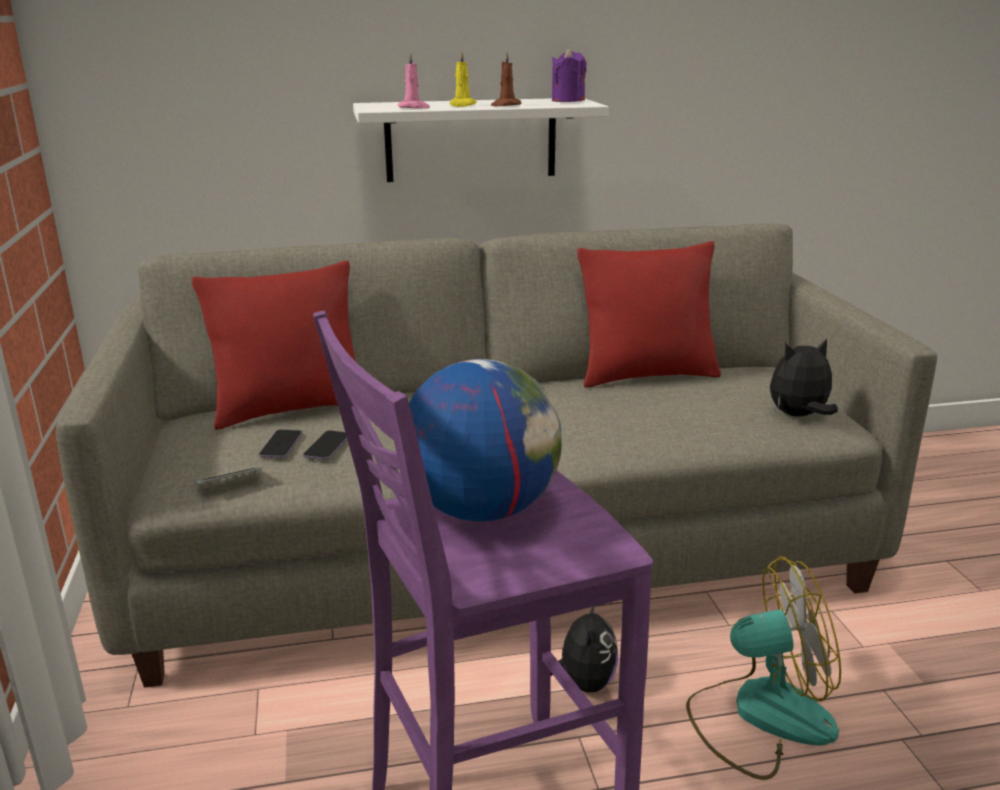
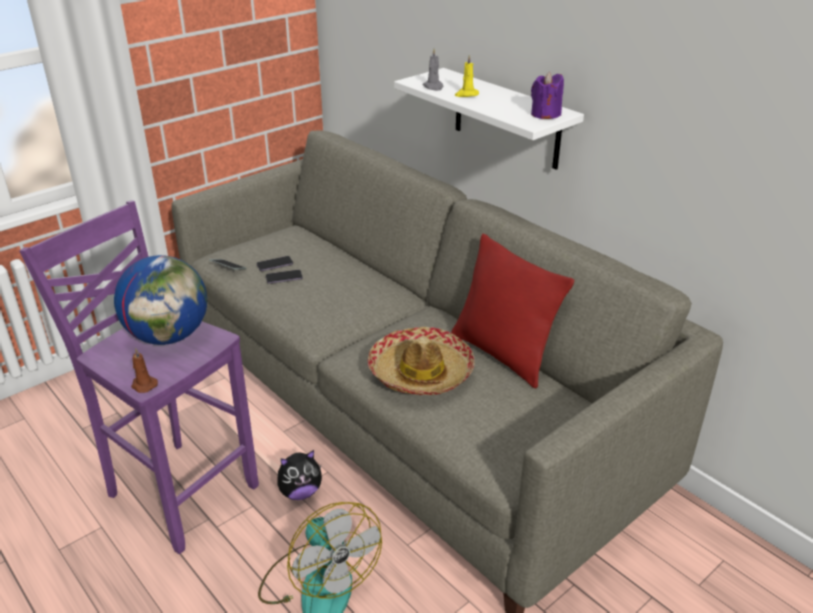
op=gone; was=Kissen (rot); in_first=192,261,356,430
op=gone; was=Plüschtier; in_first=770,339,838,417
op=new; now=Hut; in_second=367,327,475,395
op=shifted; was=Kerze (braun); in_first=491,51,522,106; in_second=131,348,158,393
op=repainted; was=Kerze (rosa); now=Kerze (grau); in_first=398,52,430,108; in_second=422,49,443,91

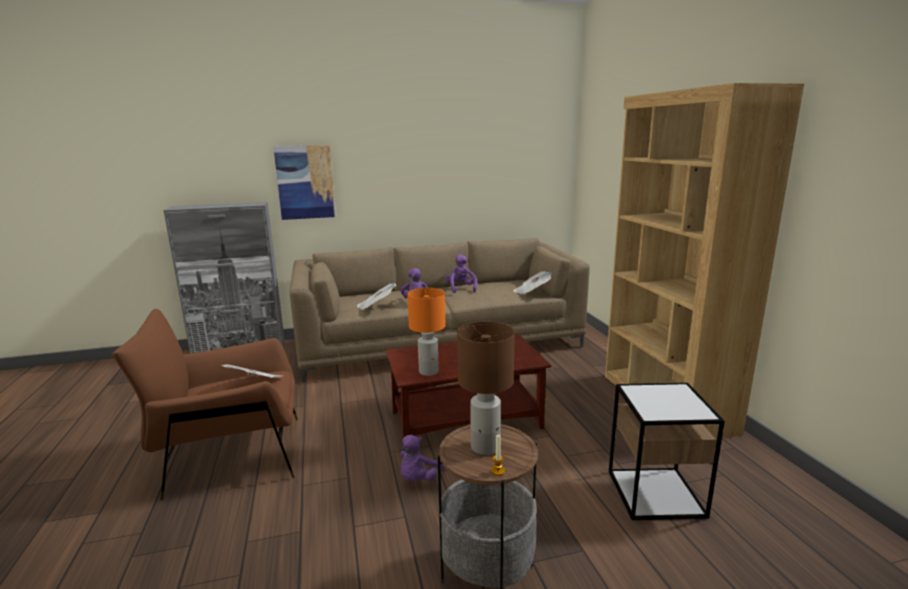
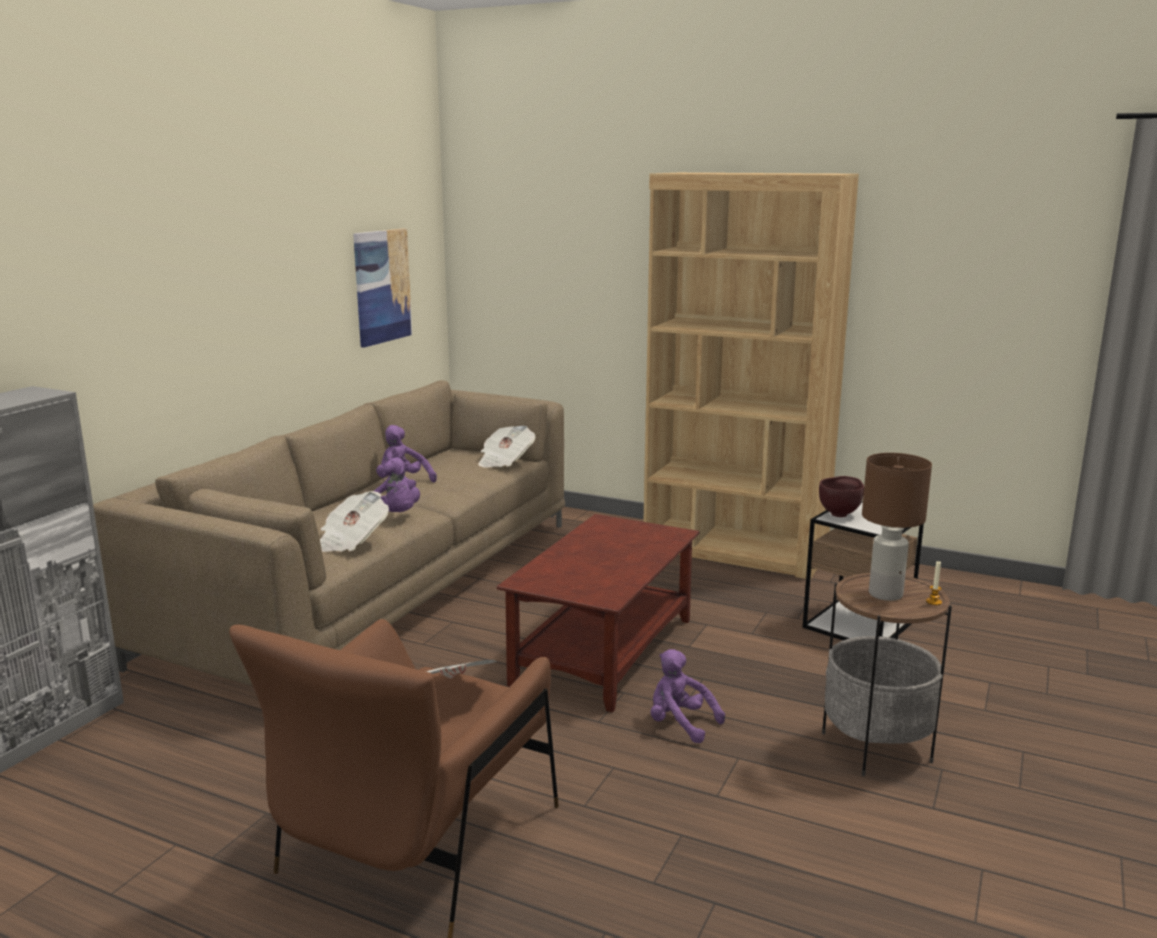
op=gone; was=Tischlampe (orange); in_first=407,288,446,376
op=new; now=Schüssel (braun); in_second=819,476,864,517
op=shifted; was=Bild; in_first=273,145,336,220; in_second=353,228,412,348
op=rotated; was=Plüschtier (lila); in_first=401,434,445,481; in_second=650,649,725,743; clockwise=150

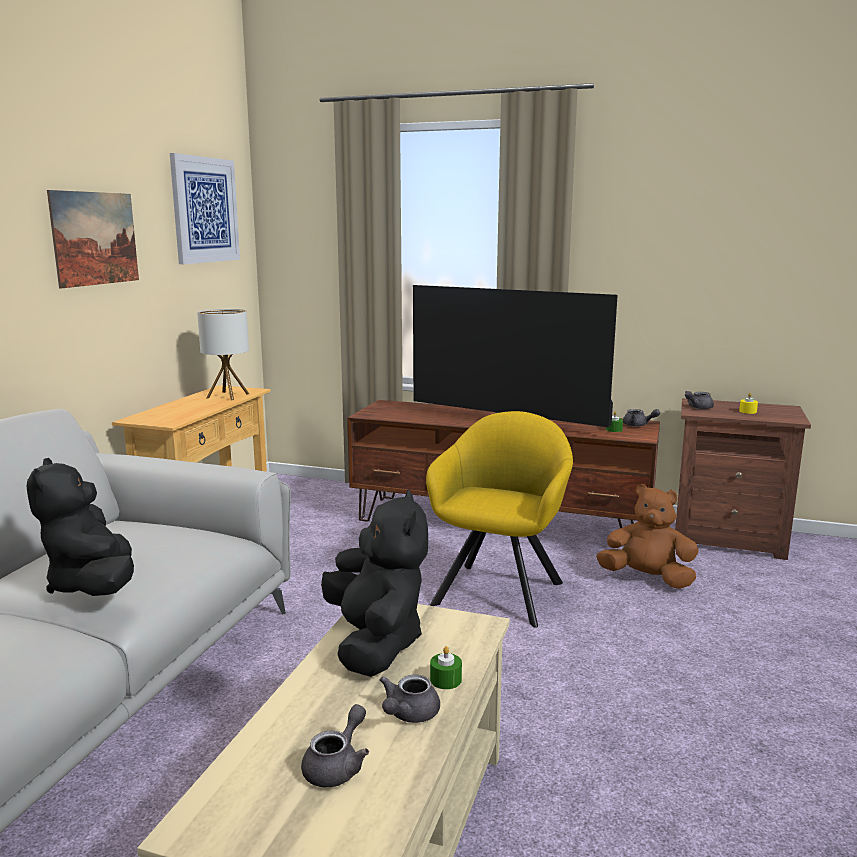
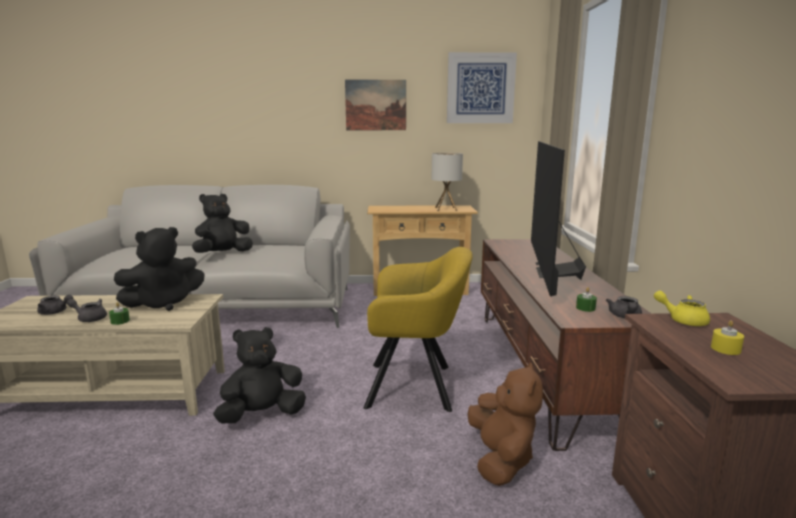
op=new; now=Plüschtier (schwarz); in_second=213,327,306,423
op=repainted; was=Teekanne (grau); now=Teekanne (gelb); in_first=685,391,714,409; in_second=654,291,710,326

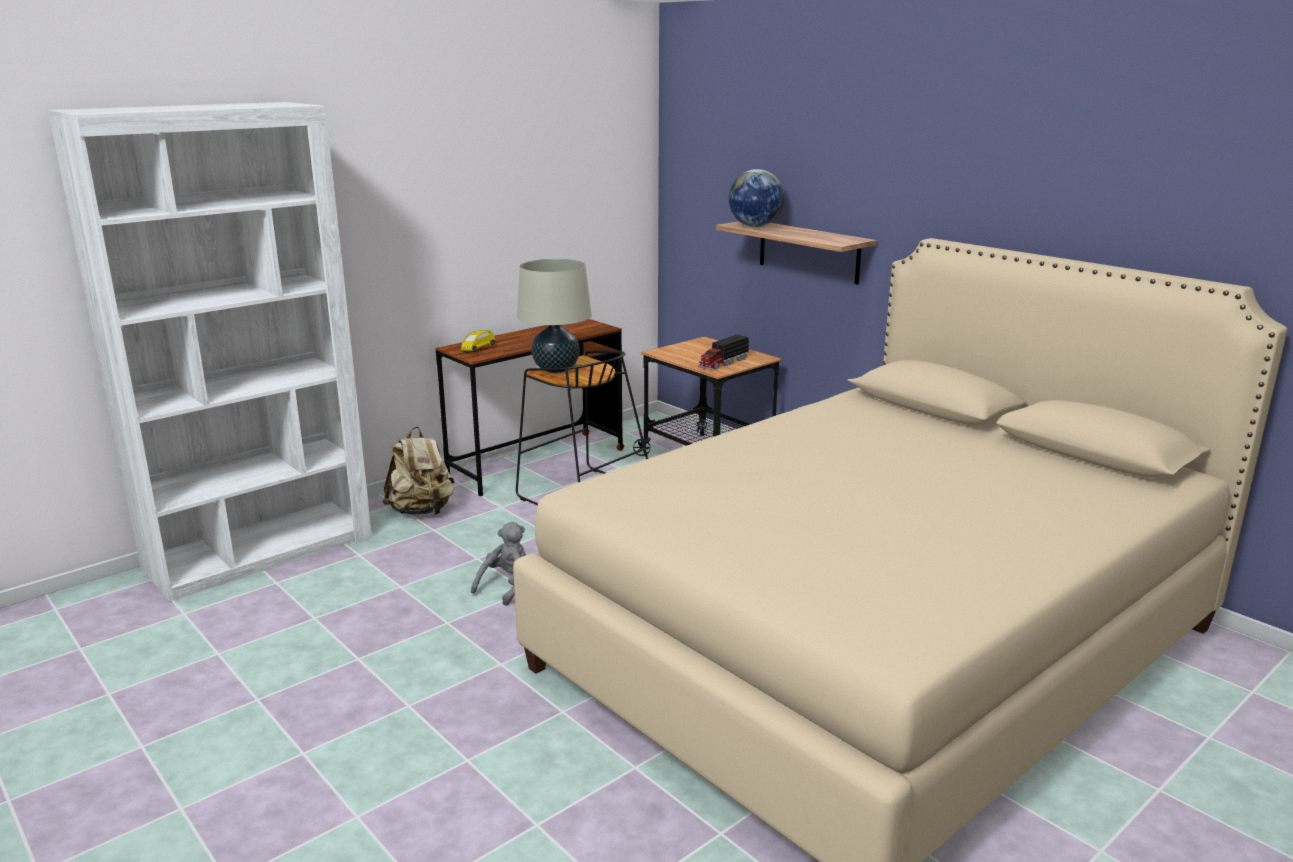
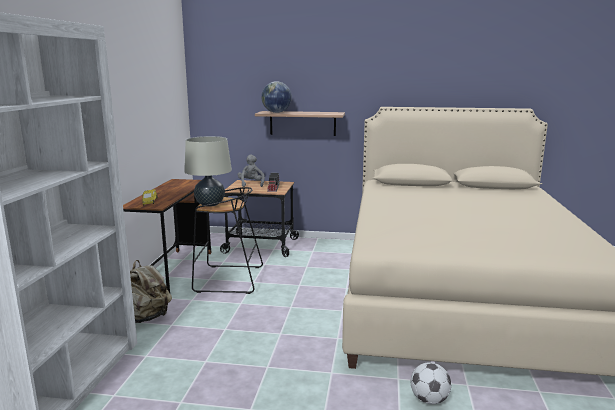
op=new; now=Fußball; in_second=411,362,451,404
op=shifted; was=Plüschtier (grau); in_first=471,521,526,606; in_second=238,154,265,187

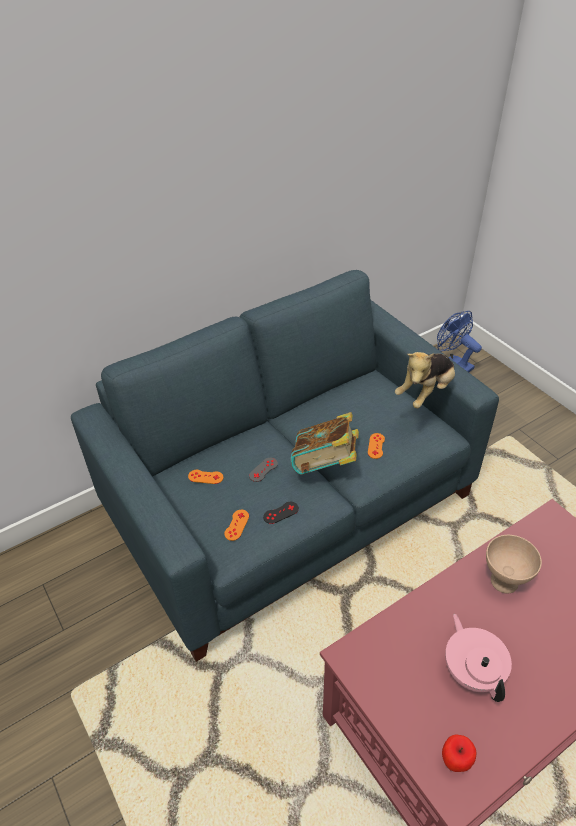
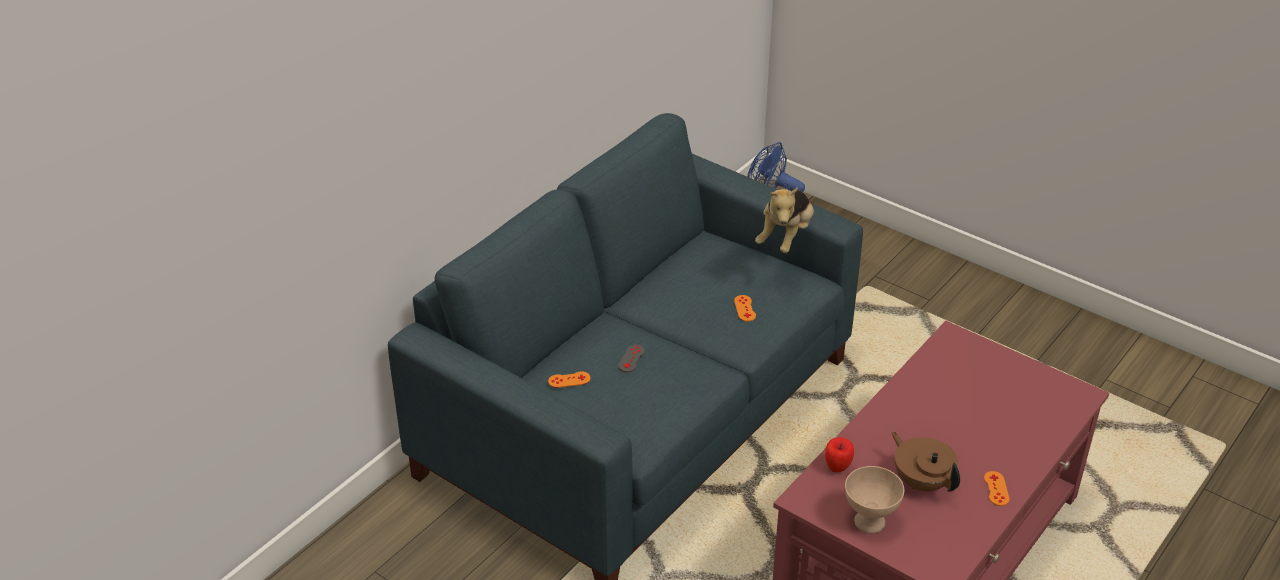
op=gone; was=Gamepad (schwarz); in_first=263,502,299,524
op=gone; was=Buch; in_first=290,412,359,475
op=shifted; was=Gamepad (orange); in_first=224,510,249,541; in_second=984,471,1010,506
op=shifted; was=Apfel; in_first=442,734,477,772; in_second=825,437,854,472
op=shifted; was=Schüssel (beige); in_first=486,535,542,594; in_second=845,466,904,534
op=repainted; was=Teekanne (rosa); now=Teekanne (braun); in_first=445,614,512,702; in_second=891,431,960,492

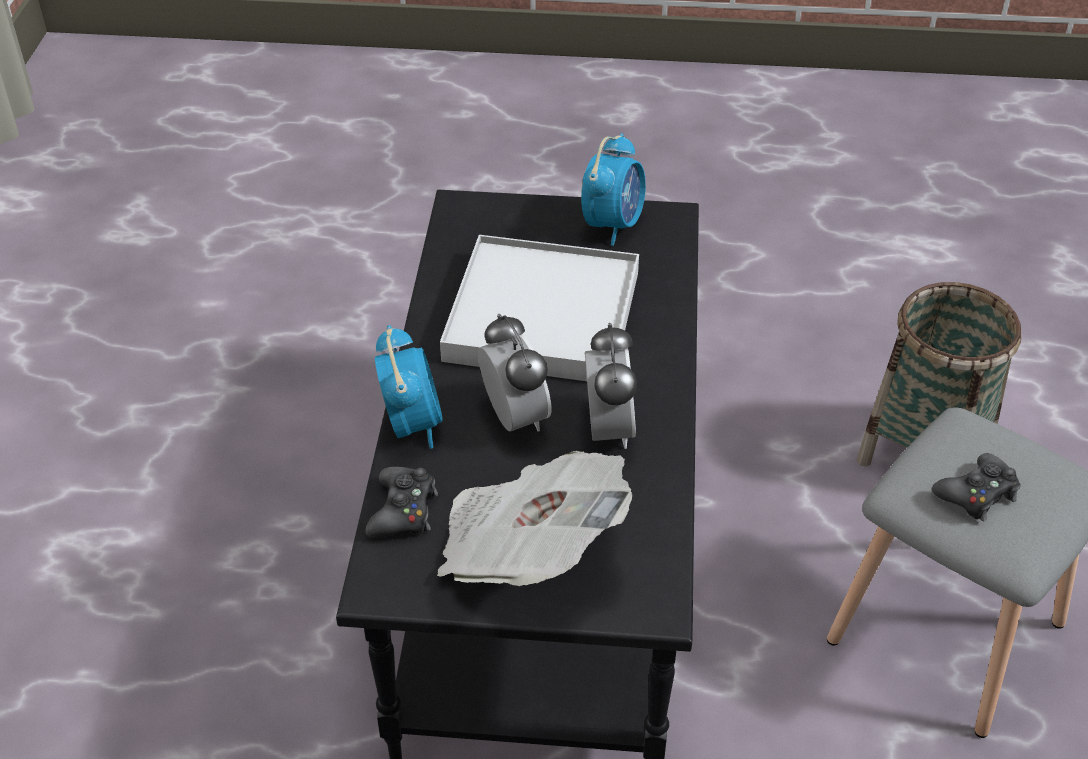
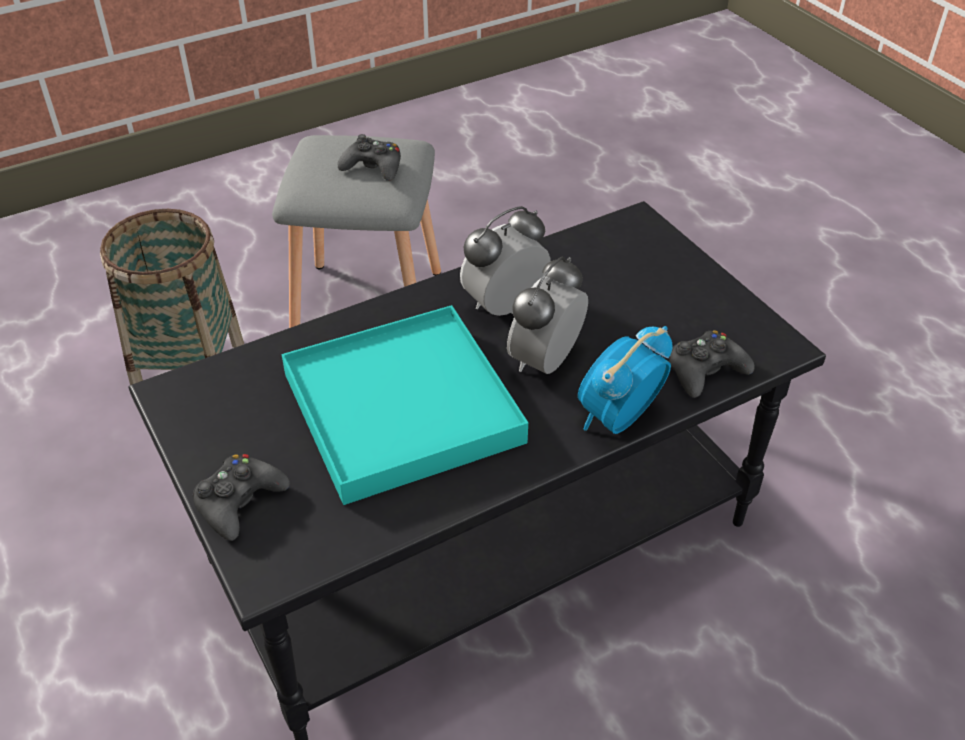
op=gone; was=Zeitung; in_first=437,451,632,586
op=gone; was=Wecker; in_first=581,133,646,246
op=new; now=Gamepad (schwarz); in_second=193,454,290,541
op=repainted; was=Tablett (weiß); now=Tablett (türkis); in_first=440,235,639,381; in_second=282,305,528,505

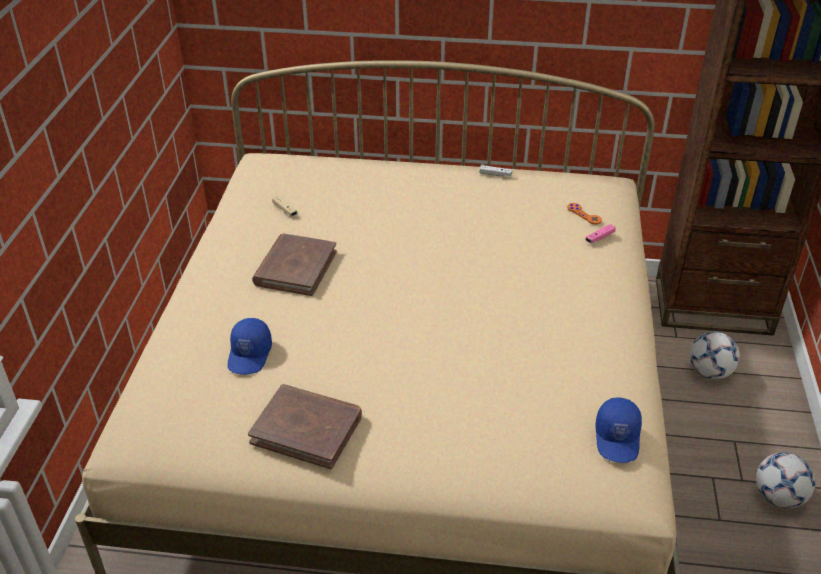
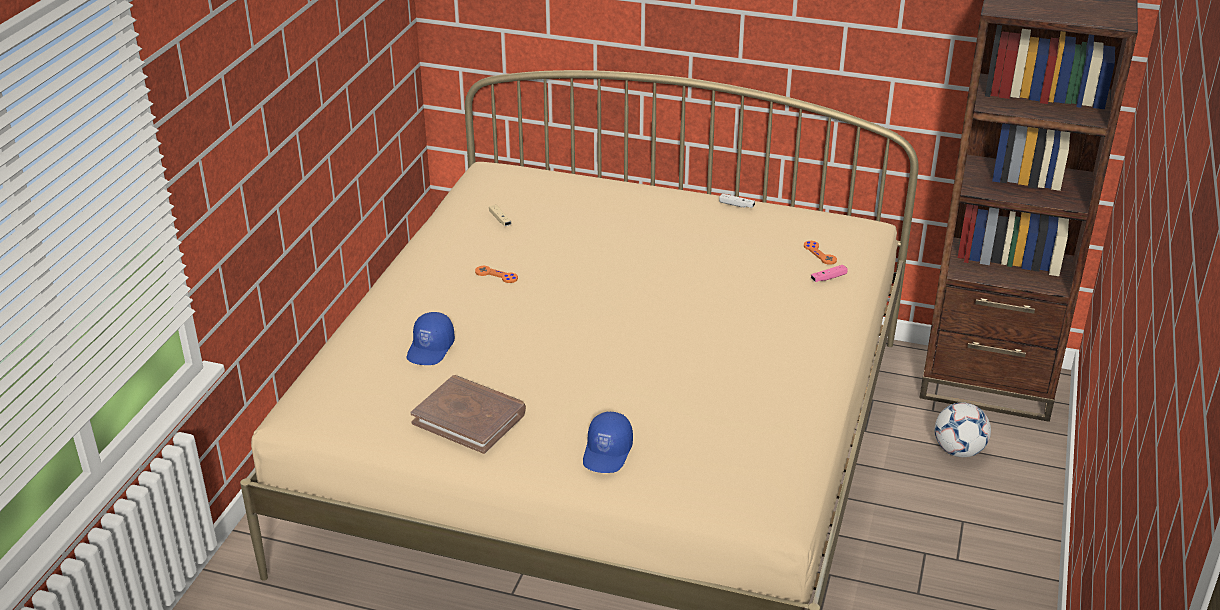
op=gone; was=Fußball; in_first=756,452,815,509
op=shifted; was=Kappe (blau); in_first=595,398,642,463; in_second=583,412,633,473
op=swapped; was=Buch (braun); now=Gamepad (orange); in_first=252,234,337,296; in_second=475,266,518,283

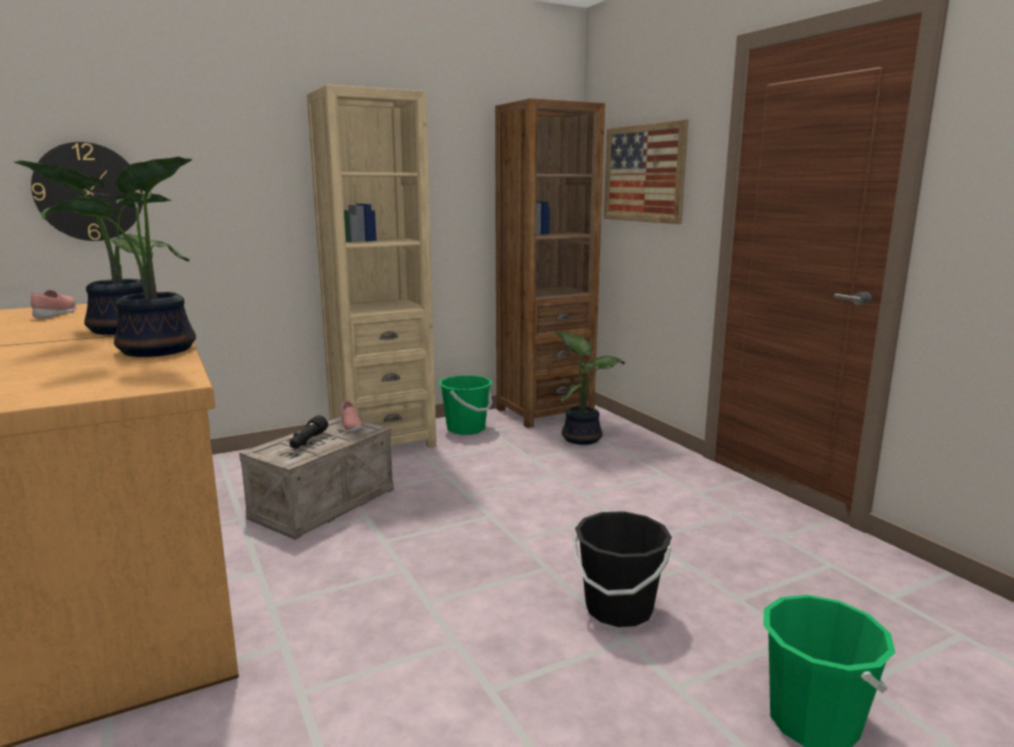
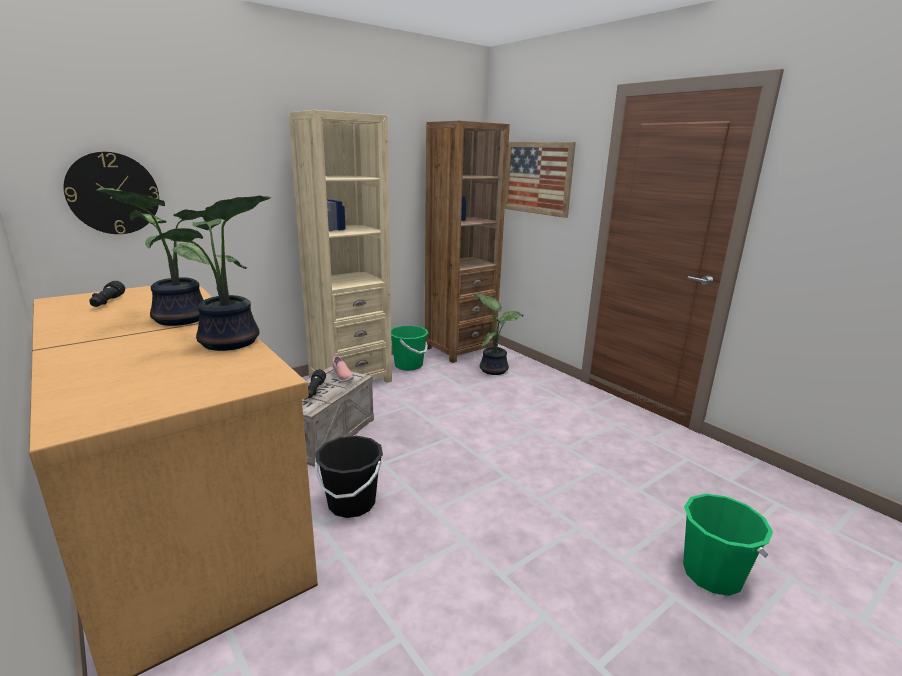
op=shifted; was=Eimer (schwarz); in_first=573,511,672,627; in_second=315,436,383,518
op=swapped; was=Schuh (rosa); now=Taschenlampe (schwarz); in_first=31,290,76,318; in_second=89,281,125,307

